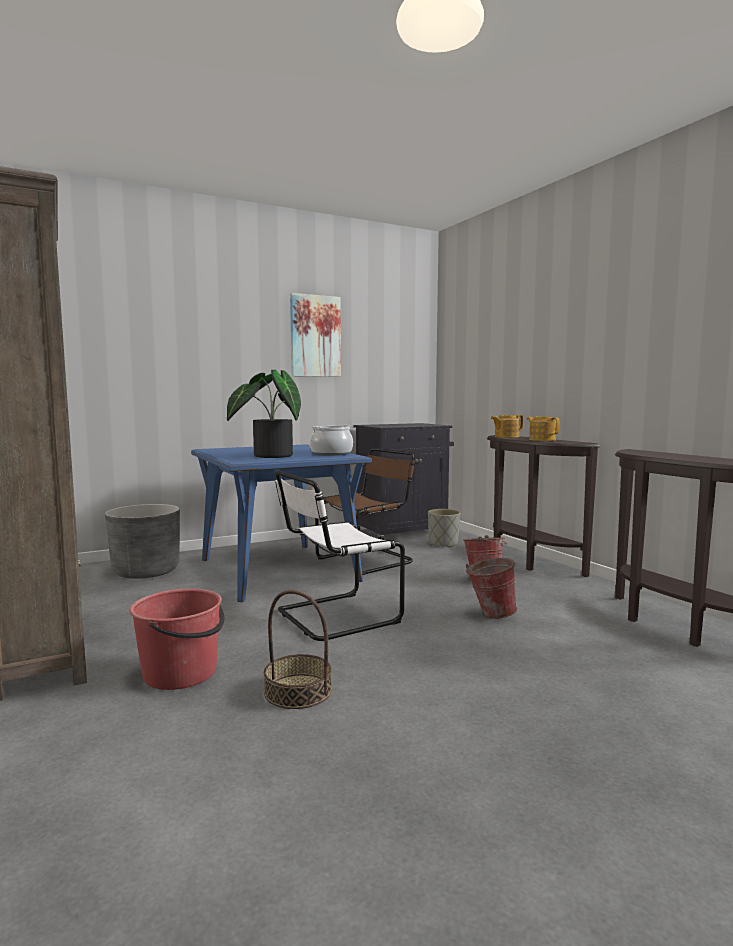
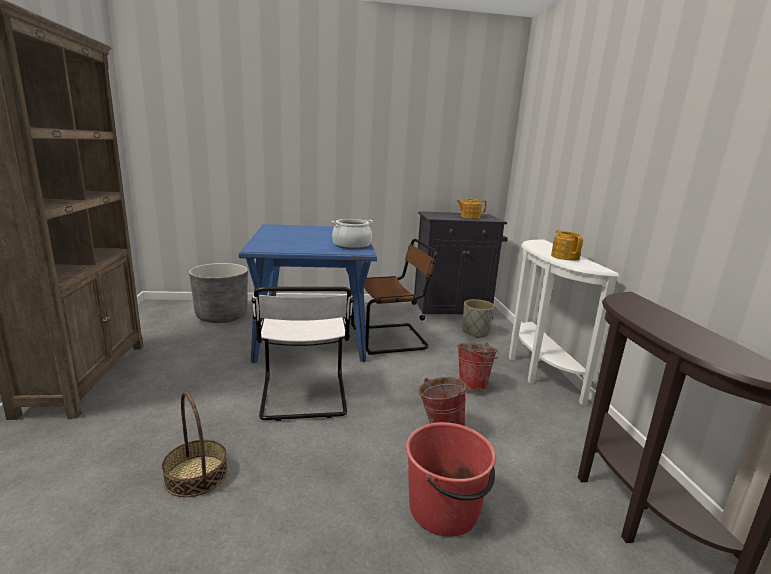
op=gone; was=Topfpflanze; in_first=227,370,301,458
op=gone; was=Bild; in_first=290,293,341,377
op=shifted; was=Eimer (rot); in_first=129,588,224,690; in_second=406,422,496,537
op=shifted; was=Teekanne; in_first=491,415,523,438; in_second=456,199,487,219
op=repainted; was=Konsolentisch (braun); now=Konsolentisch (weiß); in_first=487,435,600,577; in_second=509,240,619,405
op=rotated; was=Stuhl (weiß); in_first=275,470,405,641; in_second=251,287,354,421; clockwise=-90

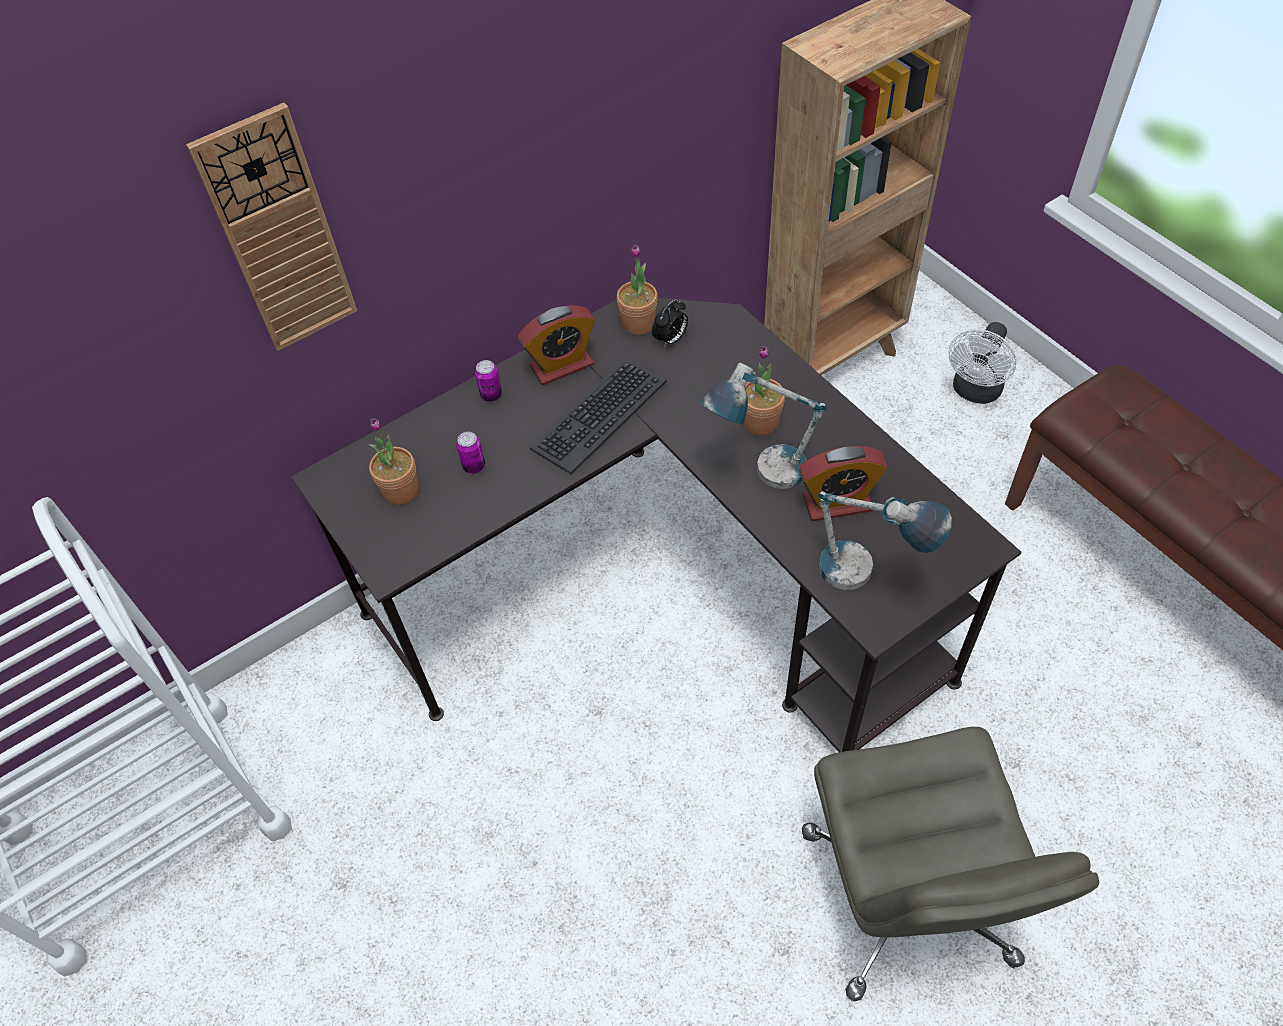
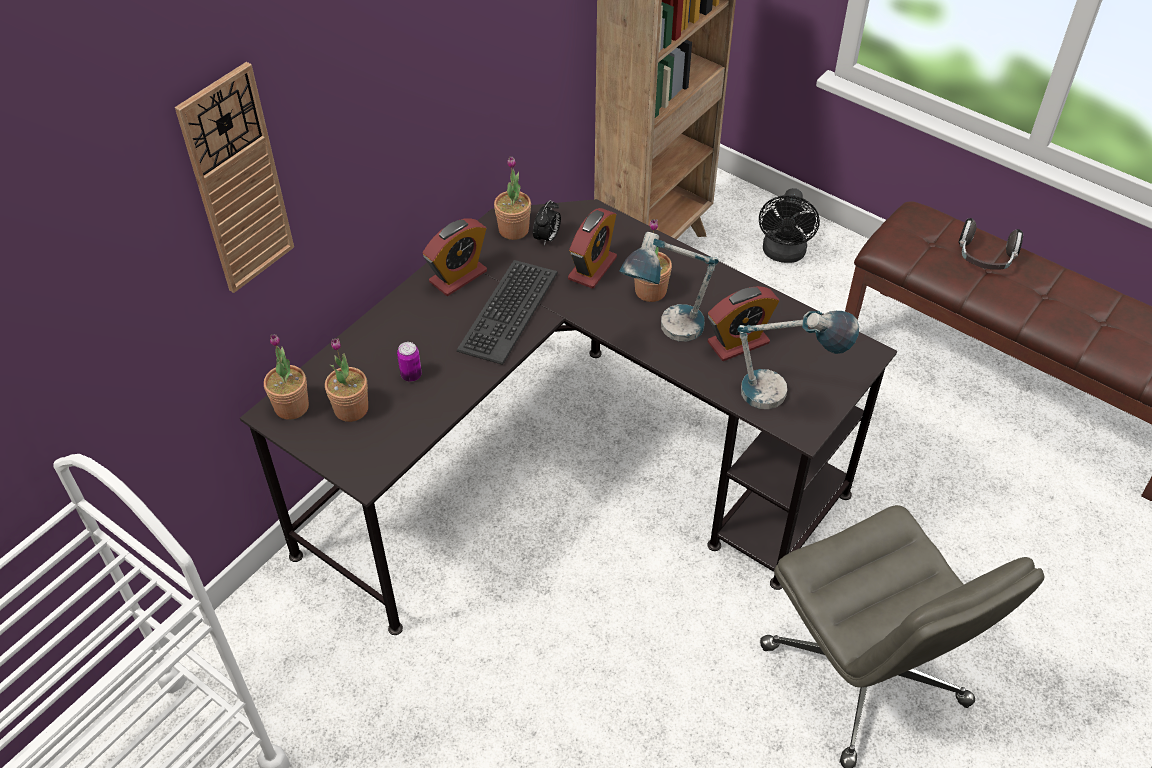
op=gone; was=Dose; in_first=475,360,502,402
op=new; now=Topfpflanze; in_second=264,334,309,420
op=new; now=Wecker; in_second=568,208,617,289
op=new; now=Kopfhörer; in_second=959,218,1023,270
op=repainted; was=Ventilator (weiß); now=Ventilator (schwarz); in_first=948,322,1017,404; in_second=759,188,820,263

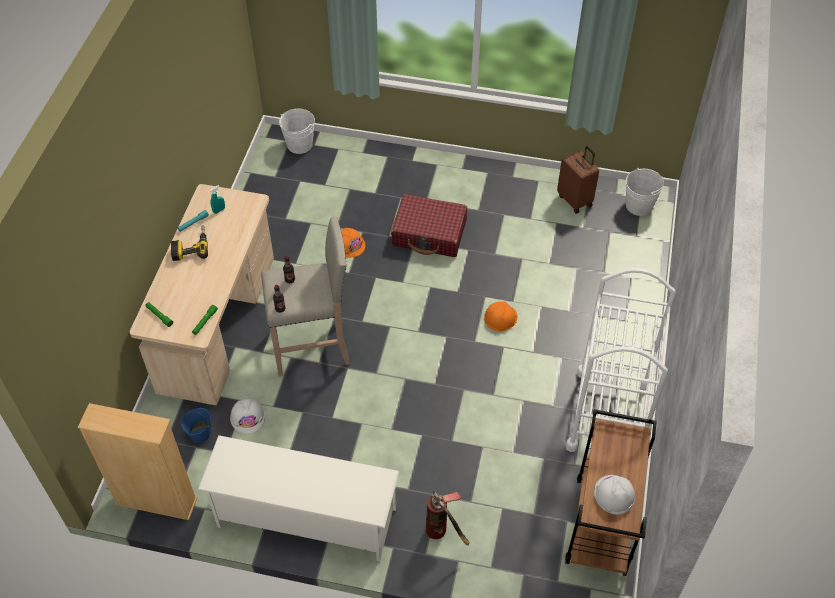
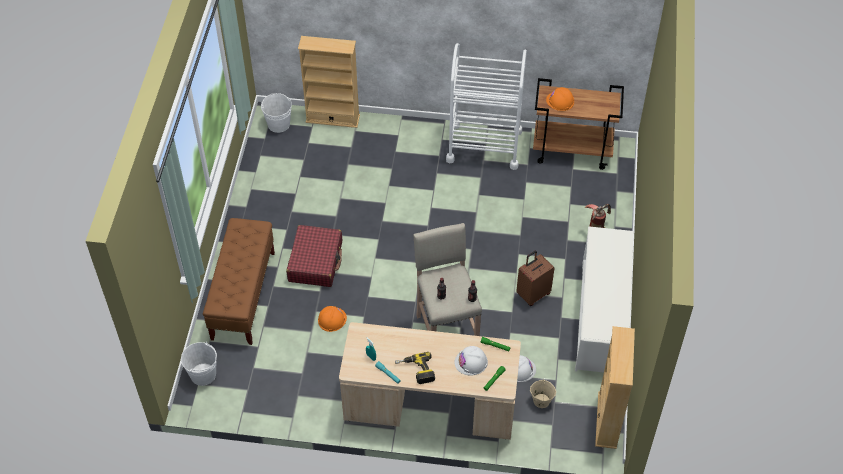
op=new; now=Bank (braun); in_second=203,218,275,345
op=new; now=Bücherregal (beige); in_second=298,36,360,128
op=shifted; was=Schutzhelm (orange); in_first=484,302,518,331; in_second=546,87,574,111
op=shifted; was=Koffer (braun); in_first=557,146,599,213; in_second=516,250,554,306
op=shifted; was=Schutzhelm (weiß); in_first=594,475,635,515; in_second=454,346,488,375
op=repainted; was=Eimer (blau); now=Eimer (beige); in_first=181,408,211,443; in_second=530,379,556,408

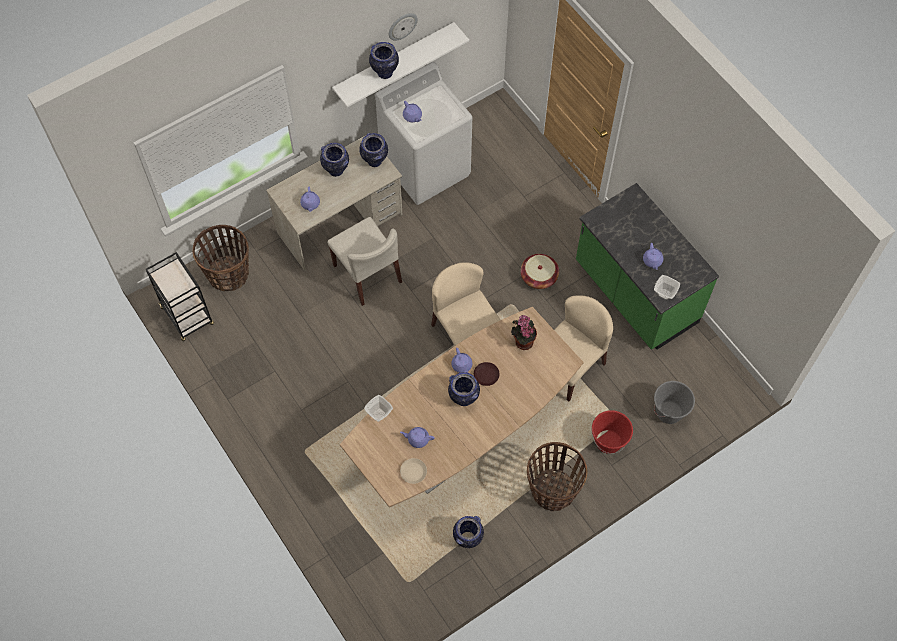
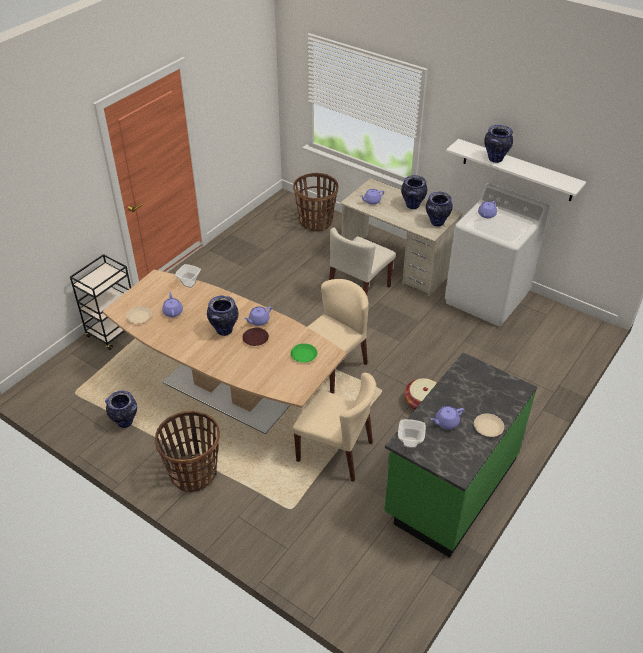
op=gone; was=Wanduhr; in_first=389,13,418,40
op=gone; was=Eimer (rot); in_first=592,410,633,454
op=gone; was=Eimer (grau); in_first=654,381,695,424
op=new; now=Teller (beige); in_second=474,414,504,437
op=shifted; was=Rollwagen (schwarz); in_first=146,252,214,341; in_second=70,254,131,350
op=swapped; was=Topfpflanze; now=Teller (grün); in_first=511,315,537,350; in_second=291,344,317,363

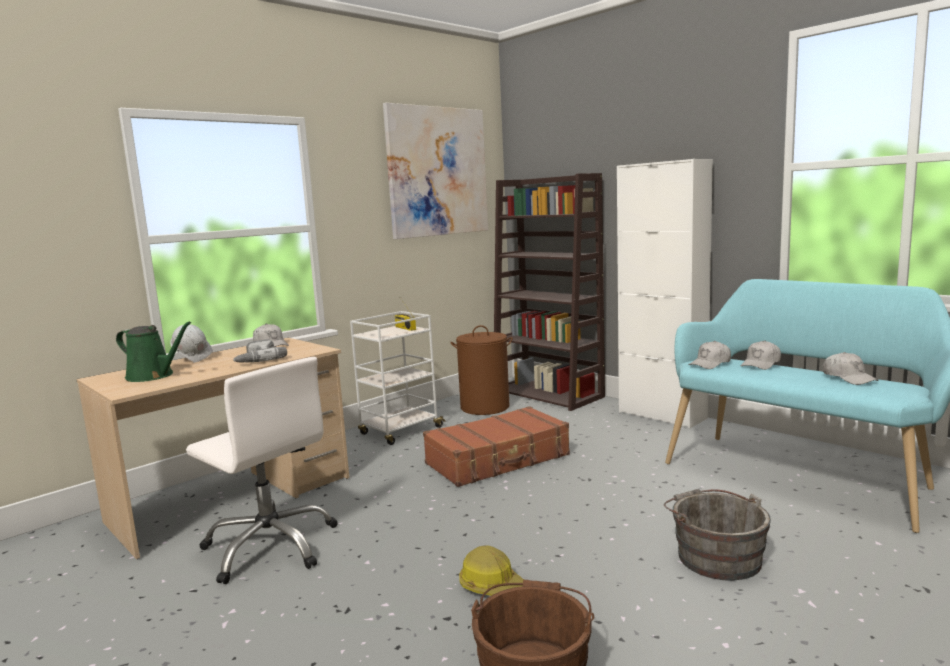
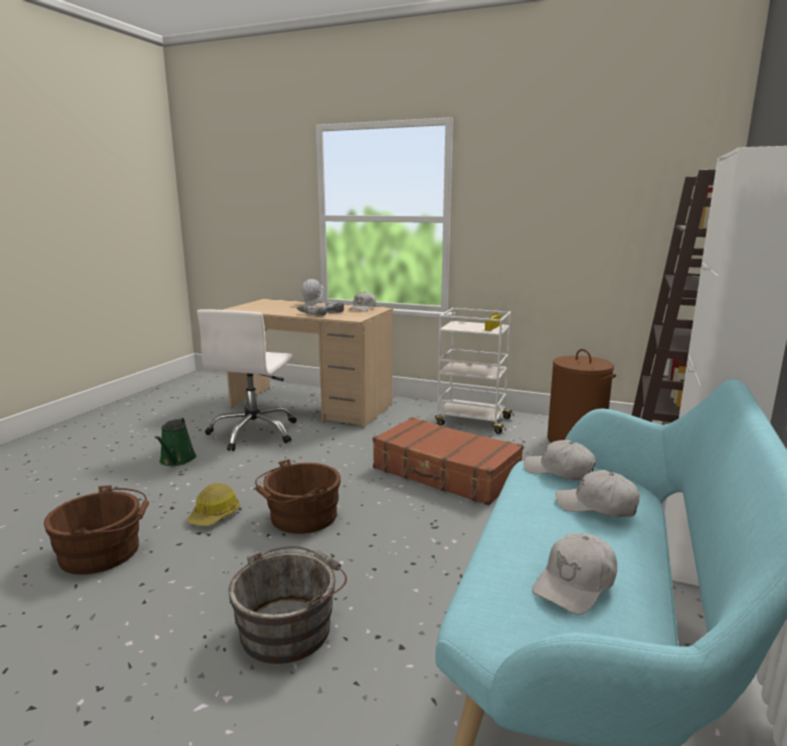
op=gone; was=Bild; in_first=383,103,488,239
op=new; now=Eimer (braun); in_second=255,459,341,534
op=shifted; was=Gießkanne (grün); in_first=116,321,191,382; in_second=155,417,196,466

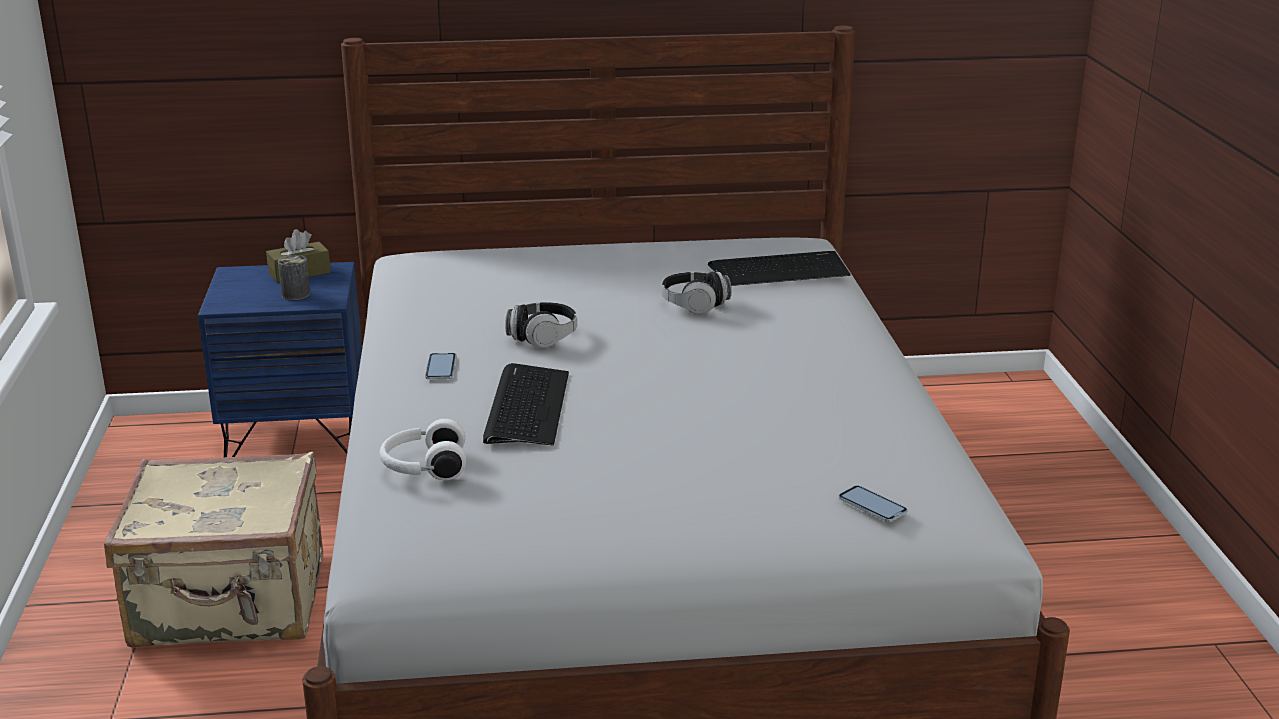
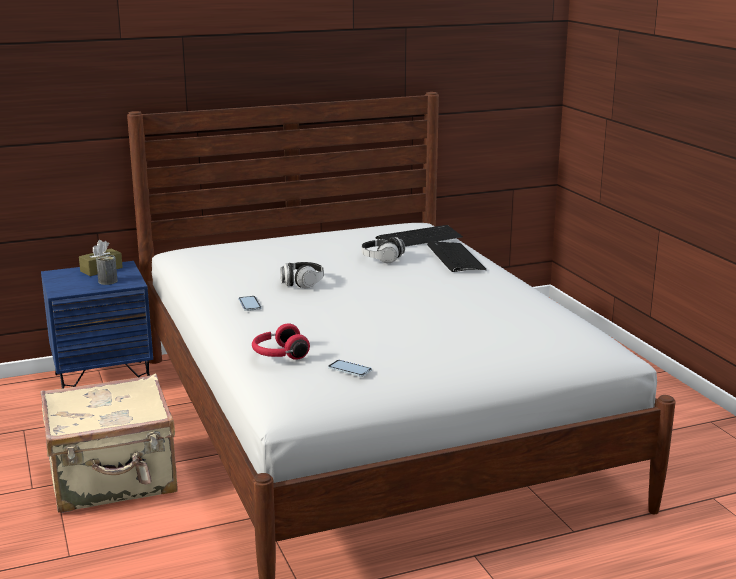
op=shifted; was=Tastatur; in_first=483,363,569,445; in_second=427,241,486,272
op=shifted; was=Handy; in_first=838,485,908,522; in_second=328,360,372,377
op=repainted; was=Kopfhörer (weiß); now=Kopfhörer (rot); in_first=379,419,466,480; in_second=252,323,310,360

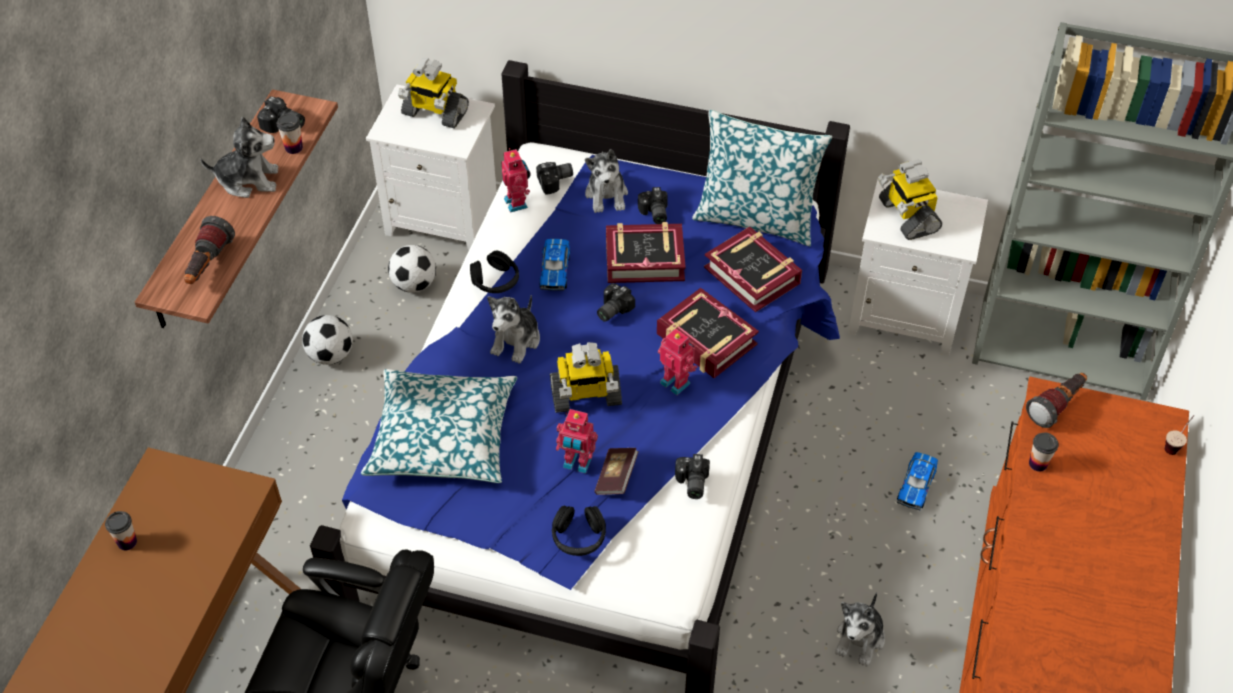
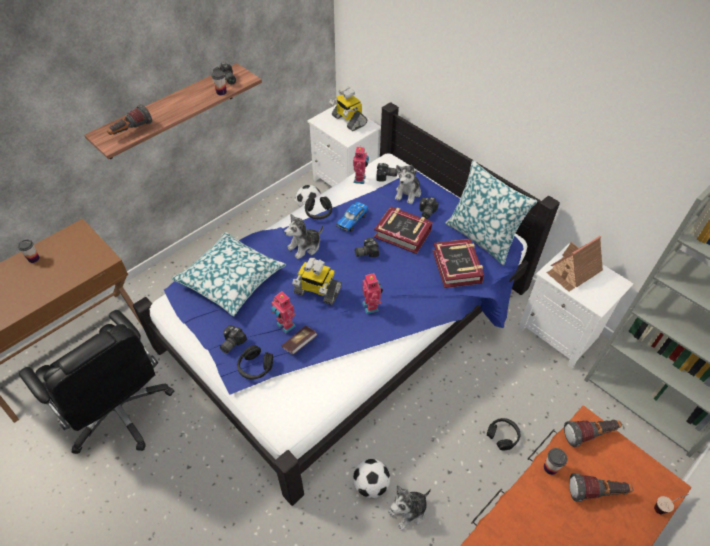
op=gone; was=Plüschtier; in_first=200,117,279,198
op=gone; was=Buch; in_first=657,288,759,378
op=new; now=Taschenlampe; in_second=569,473,633,502
op=shifted; was=Fußball; in_first=302,315,353,365; in_second=353,459,390,498
op=shifted; was=Kamera; in_first=675,454,710,499; in_second=220,325,247,354
op=swapped; was=Spielzeugroboter; now=Spielzeughaus; in_first=878,159,942,240; in_second=547,236,603,292
op=swapped; was=Spielzeugauto; now=Kopfhörer (schwarz); in_first=897,452,938,510; in_second=487,418,520,450

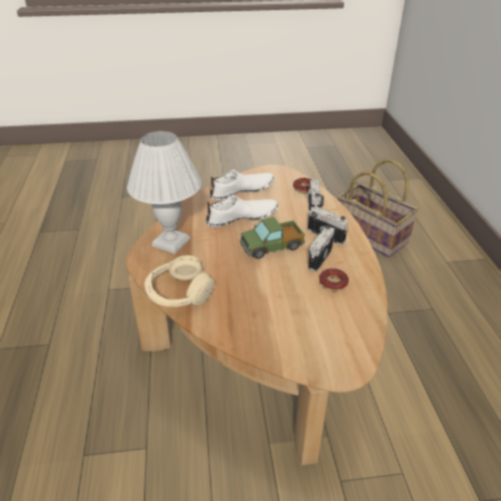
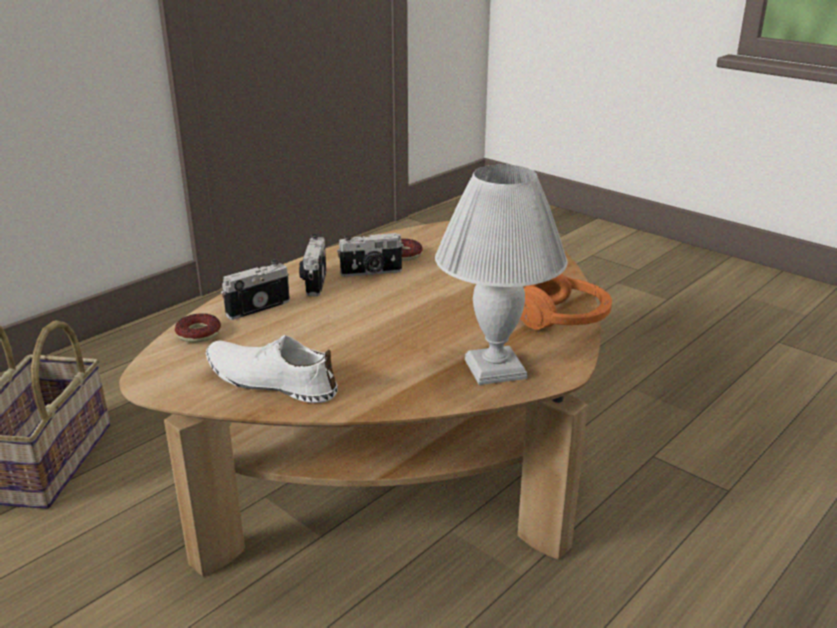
op=gone; was=Schuh (weiß); in_first=206,195,278,227
op=gone; was=Spielzeuglaster; in_first=240,217,305,259
op=repainted; was=Kopfhörer (beige); now=Kopfhörer (orange); in_first=145,255,215,307; in_second=520,273,612,329

